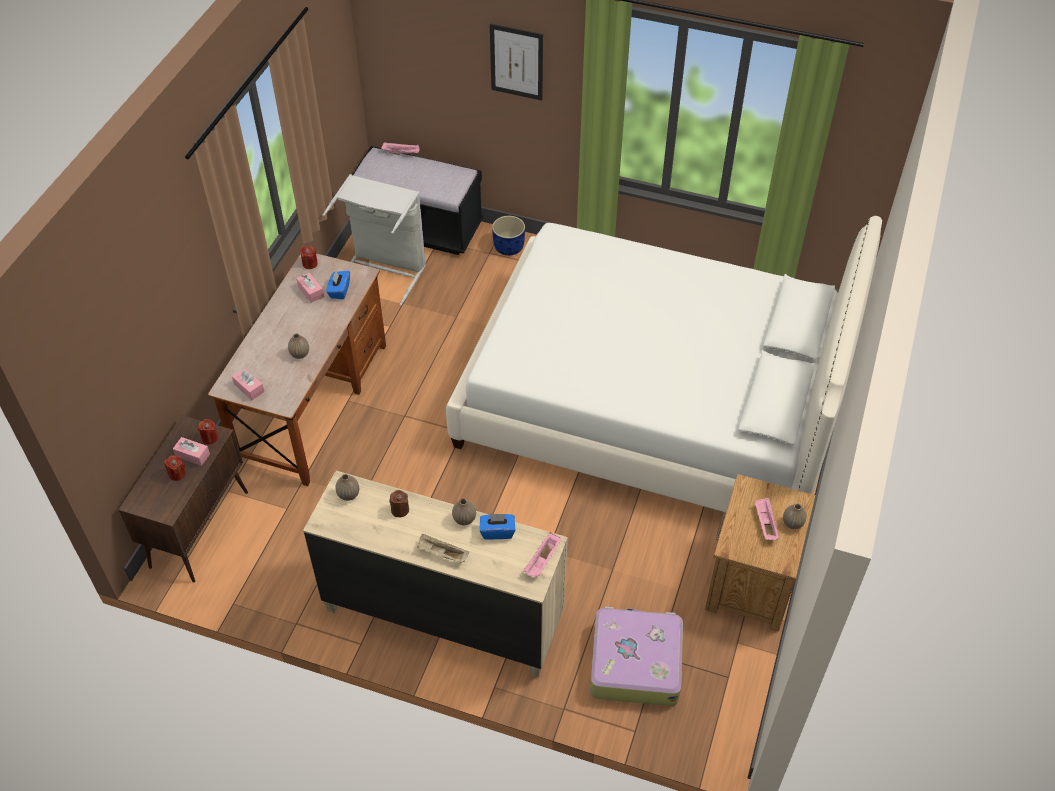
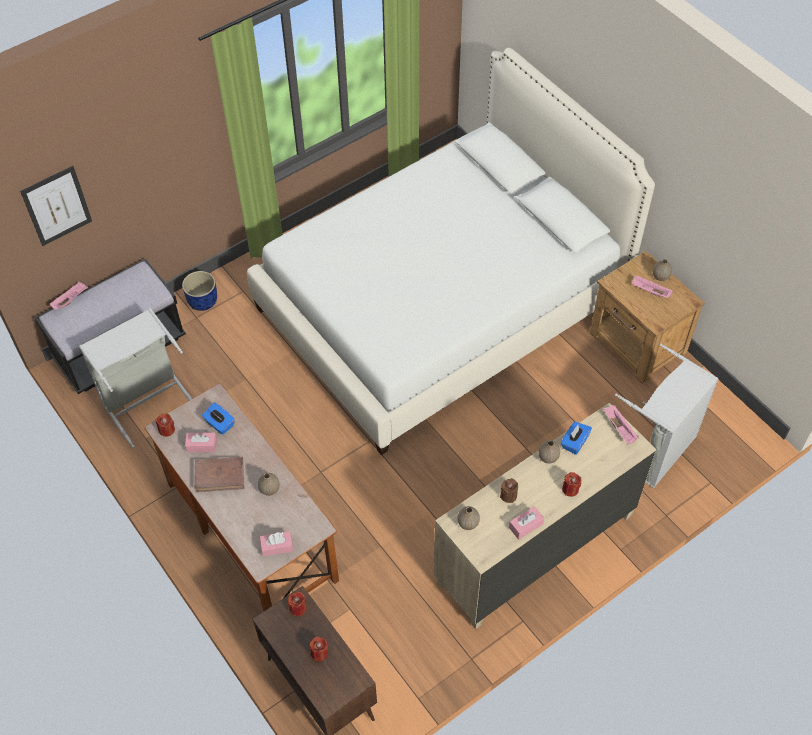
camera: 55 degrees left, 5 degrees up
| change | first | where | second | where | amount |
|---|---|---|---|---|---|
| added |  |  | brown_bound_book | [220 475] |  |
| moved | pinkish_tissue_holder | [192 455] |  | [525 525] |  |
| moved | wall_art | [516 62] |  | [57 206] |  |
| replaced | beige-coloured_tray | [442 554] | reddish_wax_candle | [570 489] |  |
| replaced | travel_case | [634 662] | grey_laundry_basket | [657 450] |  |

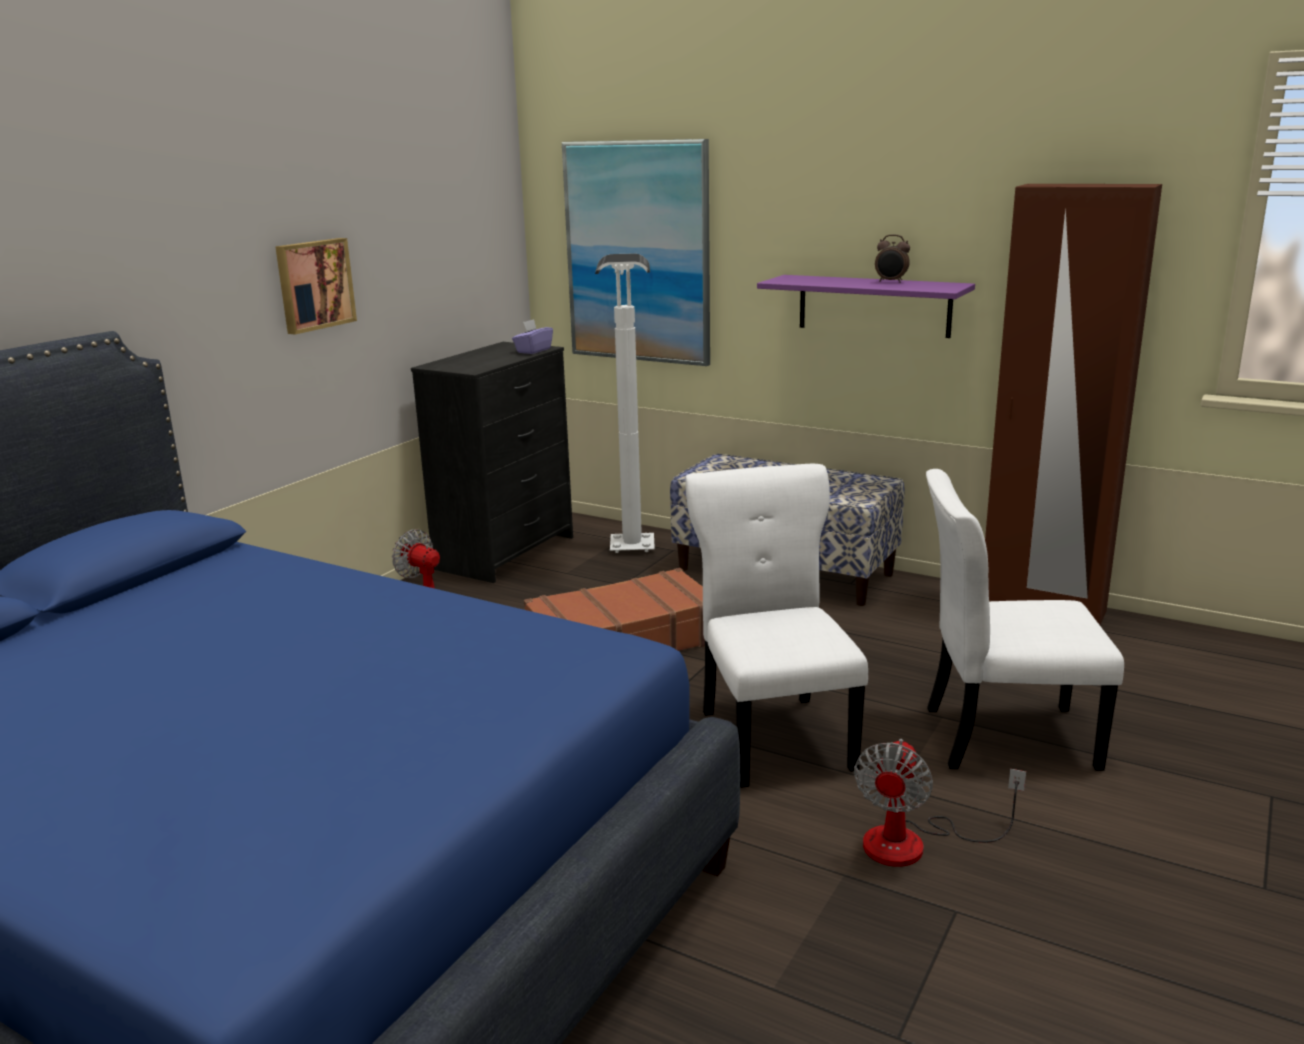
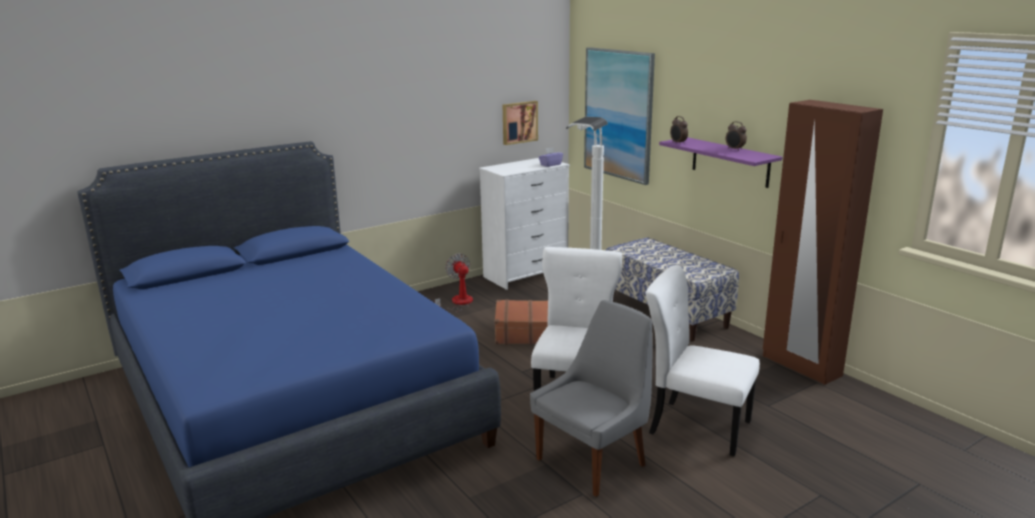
camera: 25 degrees right, 0 degrees up
| change | first | where | second | where | amount |
|---|---|---|---|---|---|
| added |  |  | alarm_clock | [678 143] |  |
| moved | wall_art | [314 285] |  | [519 122] |  |
| replaced | fan | [914 843] | grey_upright_chair | [593 460] |  |
| recoloured | black-coloured_chest_of_drawers | [506 553] | white_chest_of_drawers | [526 275] |  |

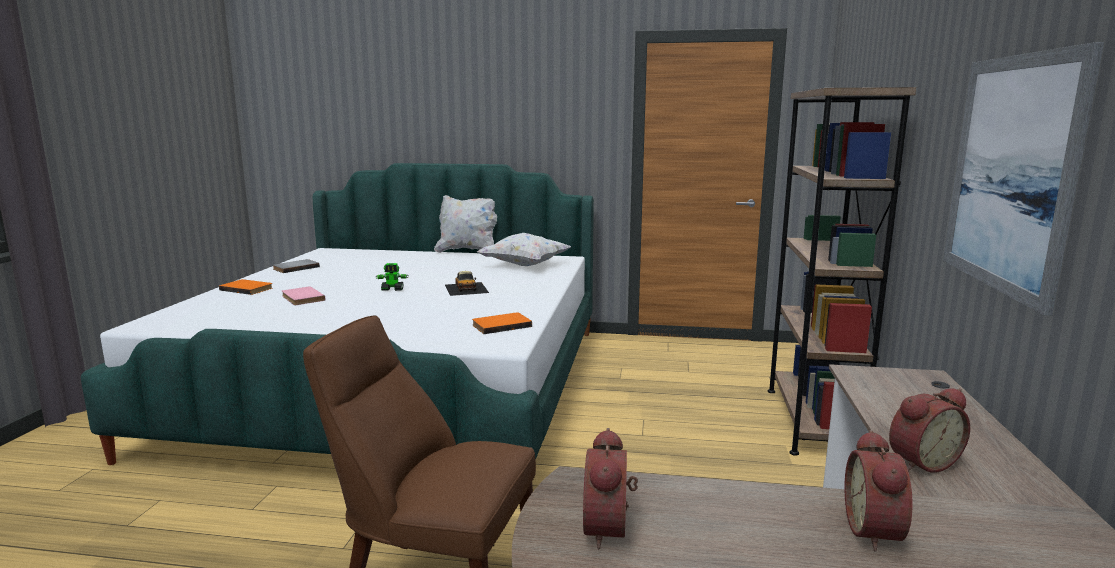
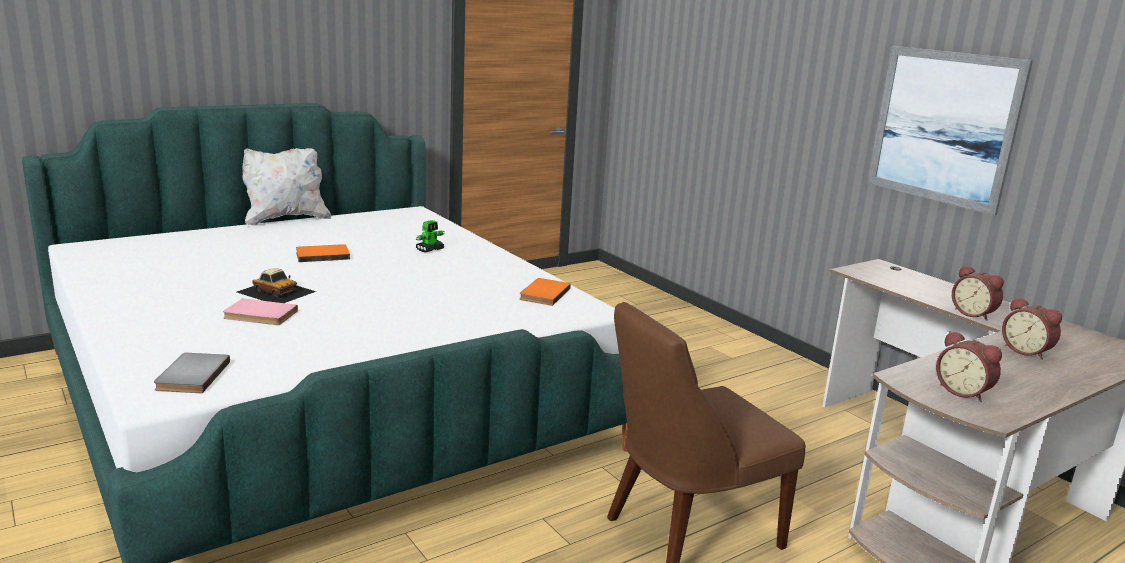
camera: 45 degrees left, 5 degrees up
| change | first | where | second | where | amount |
|---|---|---|---|---|---|
| removed | white_cushion | [524 265] |  |  |  |
| removed | brown_bookshelf | [811 421] |  |  |  |
| moved | orange_bound_book | [248 289] |  | [322 255] |  |
| moved | grey_bound_book | [295 268] |  | [190 376] |  |
| moved | toy_robot | [393 289] |  | [430 249] |  |
| moved | model_car | [466 288] |  | [276 291] |  |
| turned | alarm_clock | [920 462] |  | [973 314] | 120 degrees clockwise |

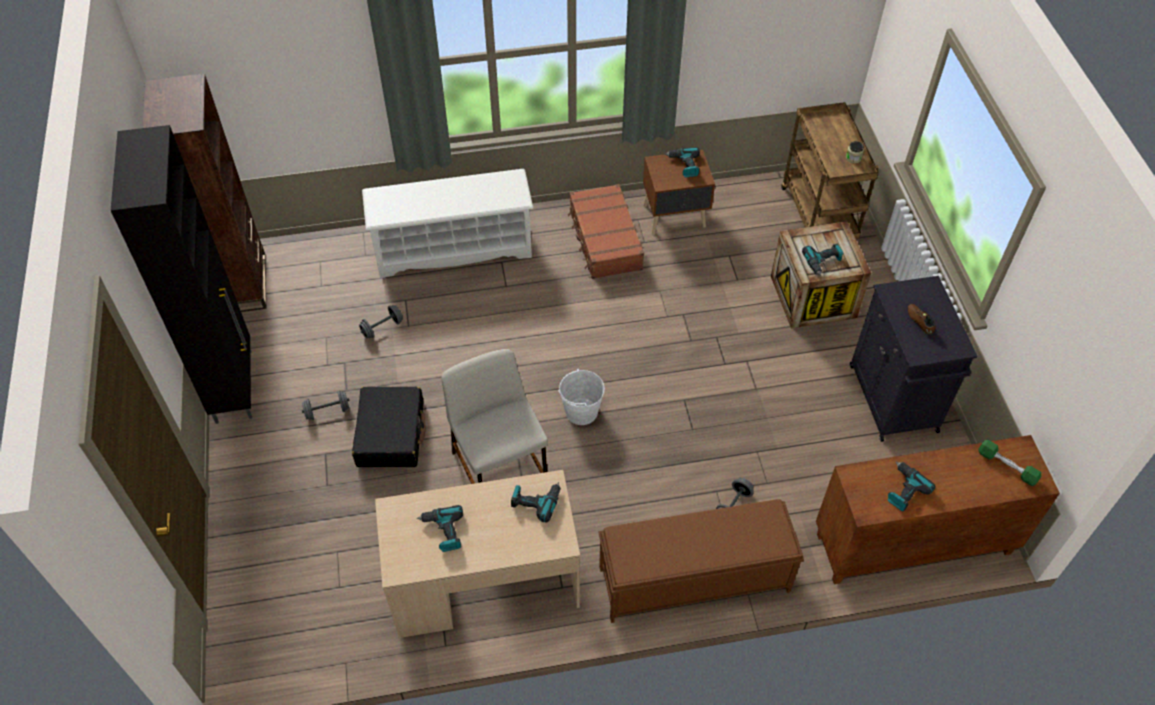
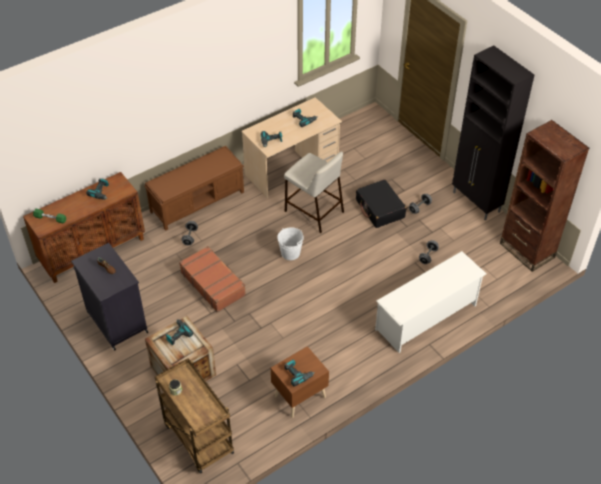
camera: 155 degrees right, 5 degrees down
| change | first | where | second | where | amount |
|---|---|---|---|---|---|
| moved | brown_travel_case | [604 240] |  | [213 283] |  |

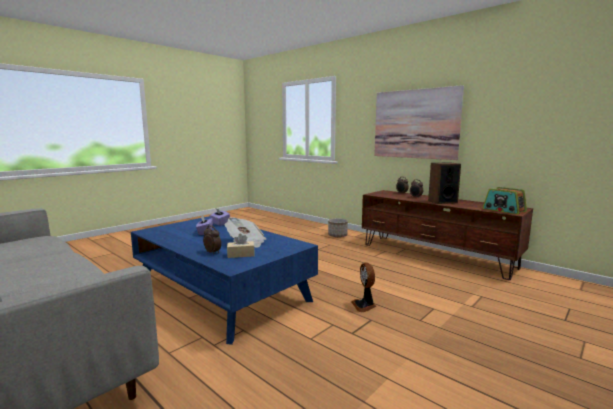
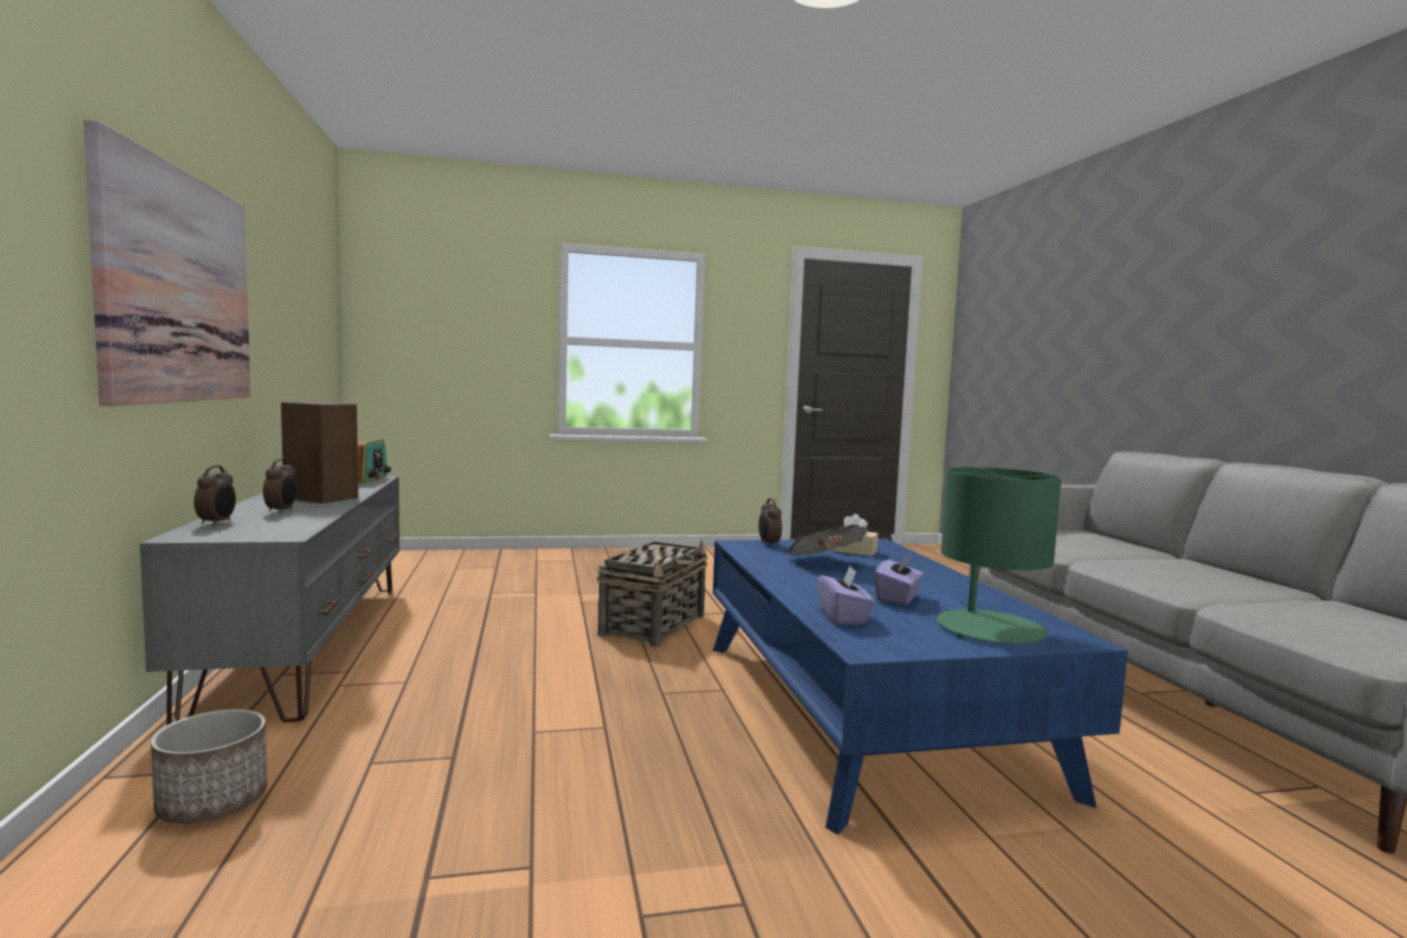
camera: 145 degrees left, 5 degrees down
| change | first | where | second | where | amount |
|---|---|---|---|---|---|
| added |  |  | greenish_table_lamp | [989 629] |  |
| moved | alarm_clock | [213 252] |  | [768 544] |  |
| replaced | fan | [364 305] | basket | [654 625] |  |
| recoloured | brown_tv_stand | [435 255] | grey_tv_stand | [308 642] |  |

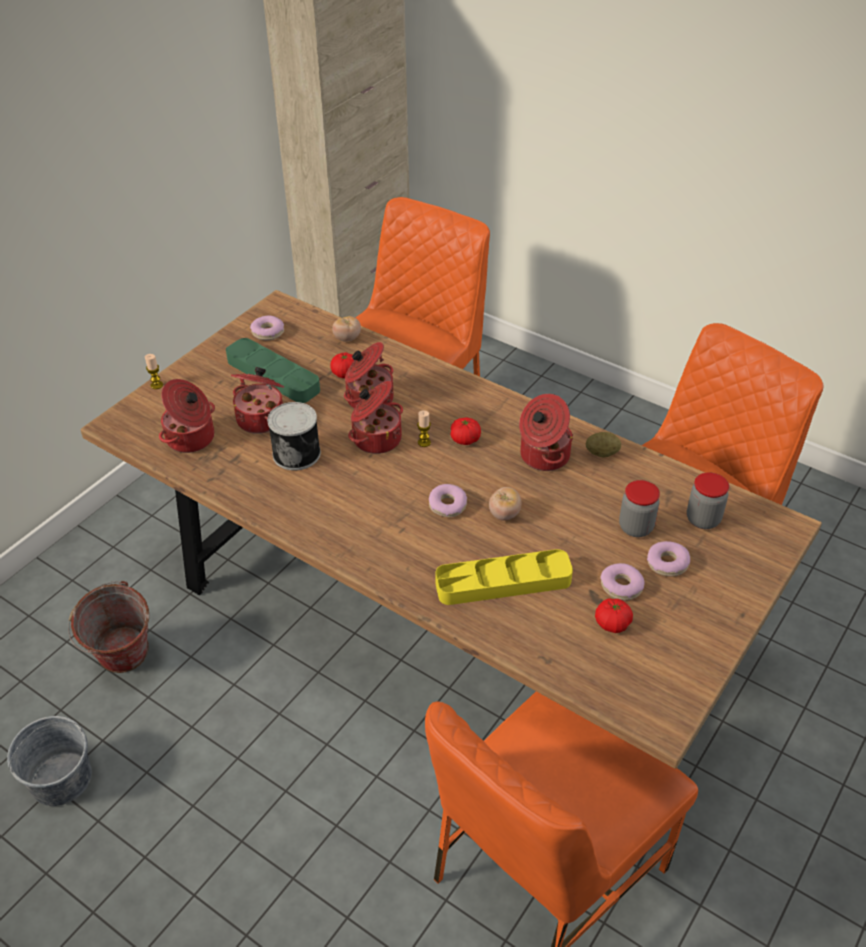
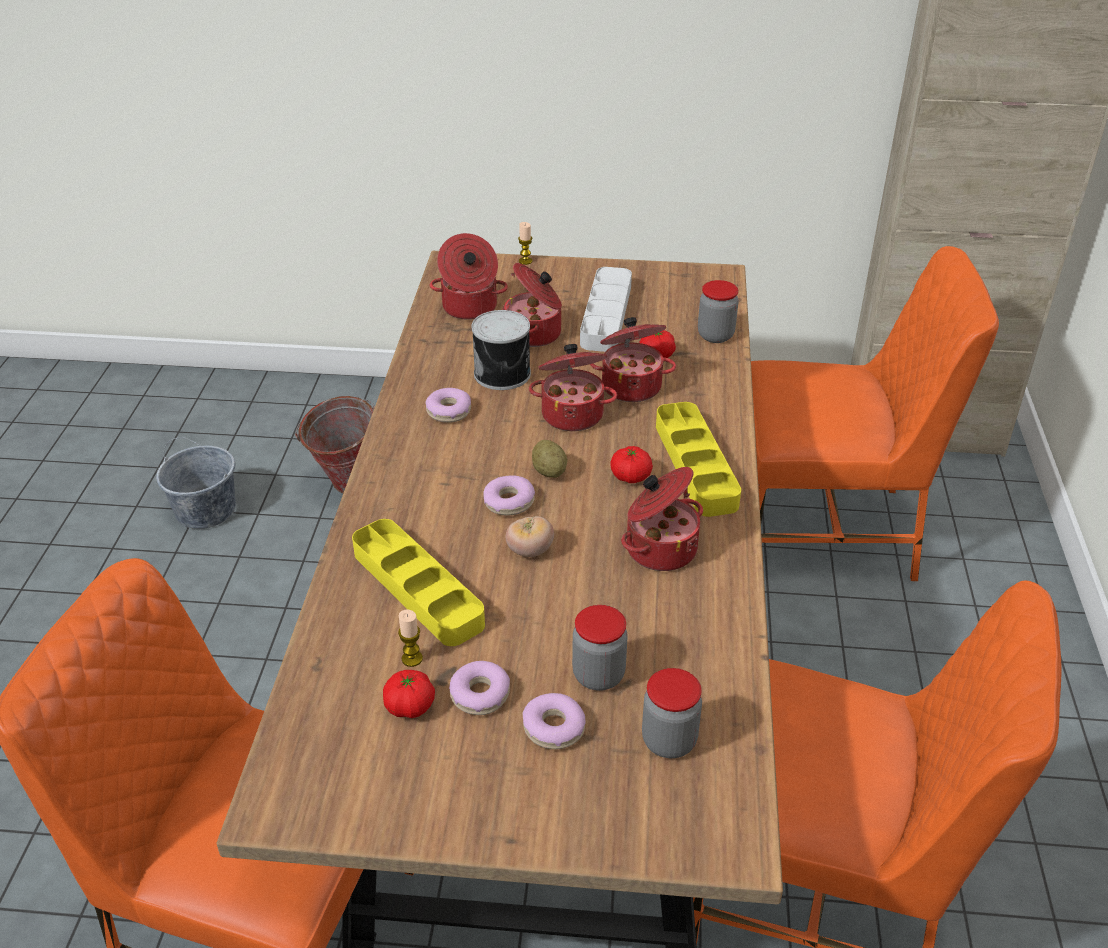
camera: 60 degrees right, 5 degrees down
| change | first | where | second | where | amount |
|---|---|---|---|---|---|
| added |  |  | yellowish_tray | [695 464] |  |
| moved | ring_doughnut | [268 332] |  | [449 411] |  |
| moved | wax_candle | [424 442] |  | [412 659] |  |
| moved | spud | [602 453] |  | [549 471] |  |
| replaced | whole_tomato | [347 338] | preserve_jar | [715 335] |  |
| recoloured | greenish_tray | [273 375] | grey_tray | [606 315] |  |

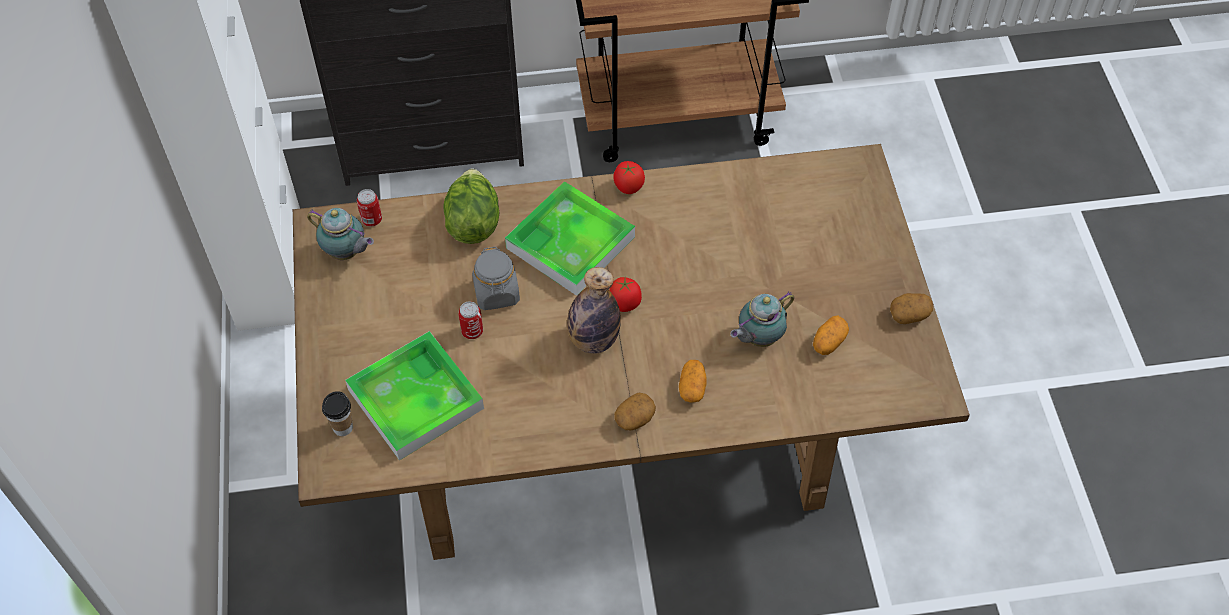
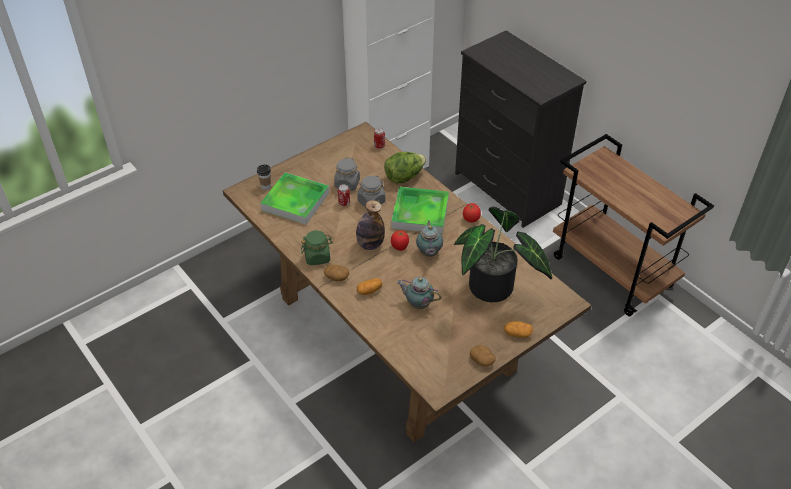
camera: 60 degrees right, 10 degrees down
| change | first | where | second | where | amount |
|---|---|---|---|---|---|
| added |  |  | greenish_preserve_jar | [317 257] |  |
| added |  |  | grey_preserve_jar | [347 184] |  |
| added |  |  | plant_in_a_pot | [494 290] |  |
| moved | pot_for_tea | [346 253] |  | [429 254] |  |
| moved | spud | [828 342] |  | [517 334] |  |

